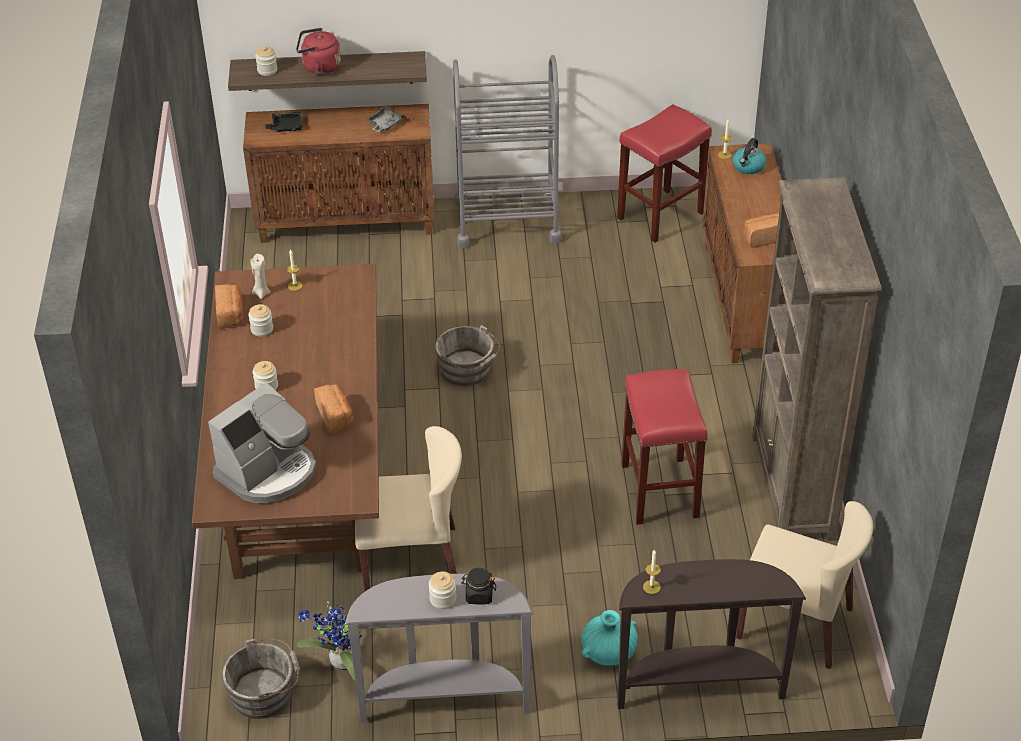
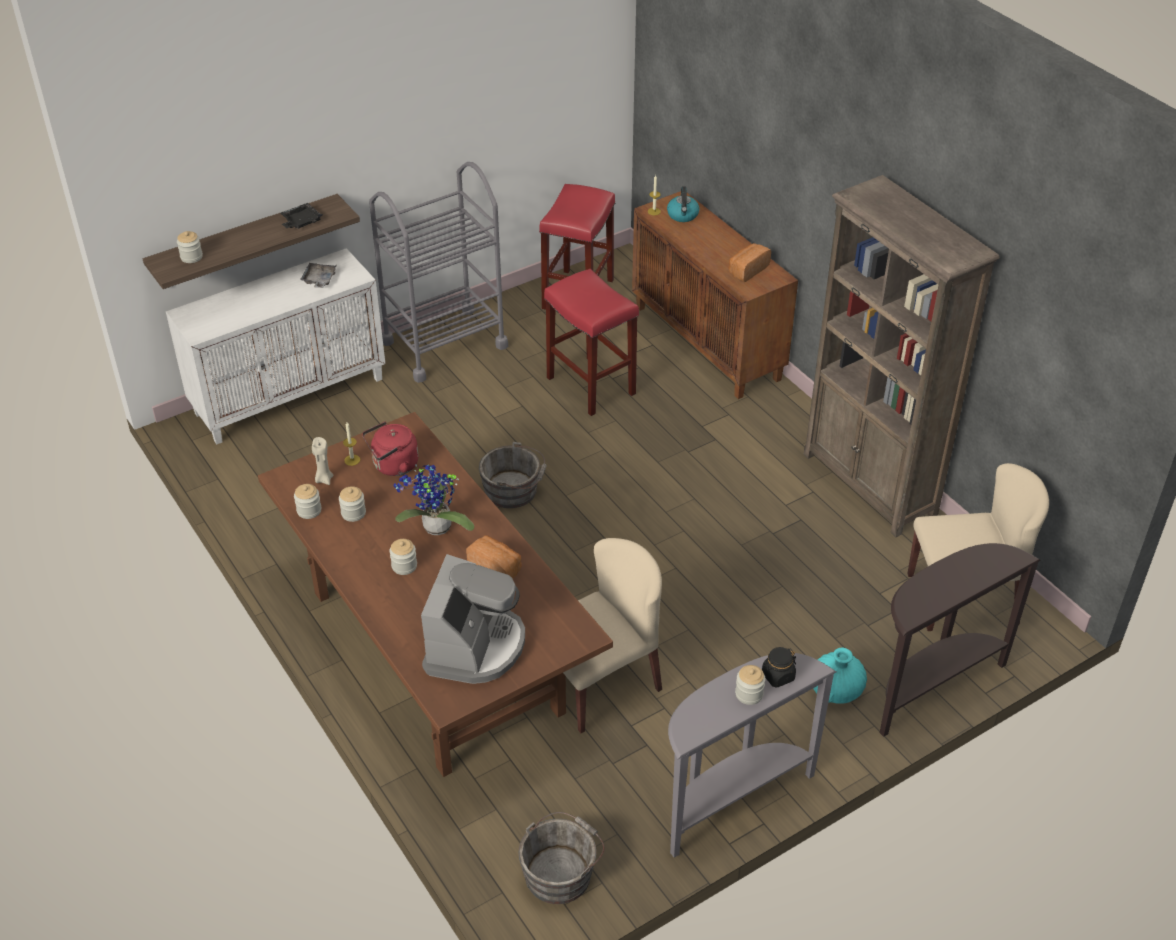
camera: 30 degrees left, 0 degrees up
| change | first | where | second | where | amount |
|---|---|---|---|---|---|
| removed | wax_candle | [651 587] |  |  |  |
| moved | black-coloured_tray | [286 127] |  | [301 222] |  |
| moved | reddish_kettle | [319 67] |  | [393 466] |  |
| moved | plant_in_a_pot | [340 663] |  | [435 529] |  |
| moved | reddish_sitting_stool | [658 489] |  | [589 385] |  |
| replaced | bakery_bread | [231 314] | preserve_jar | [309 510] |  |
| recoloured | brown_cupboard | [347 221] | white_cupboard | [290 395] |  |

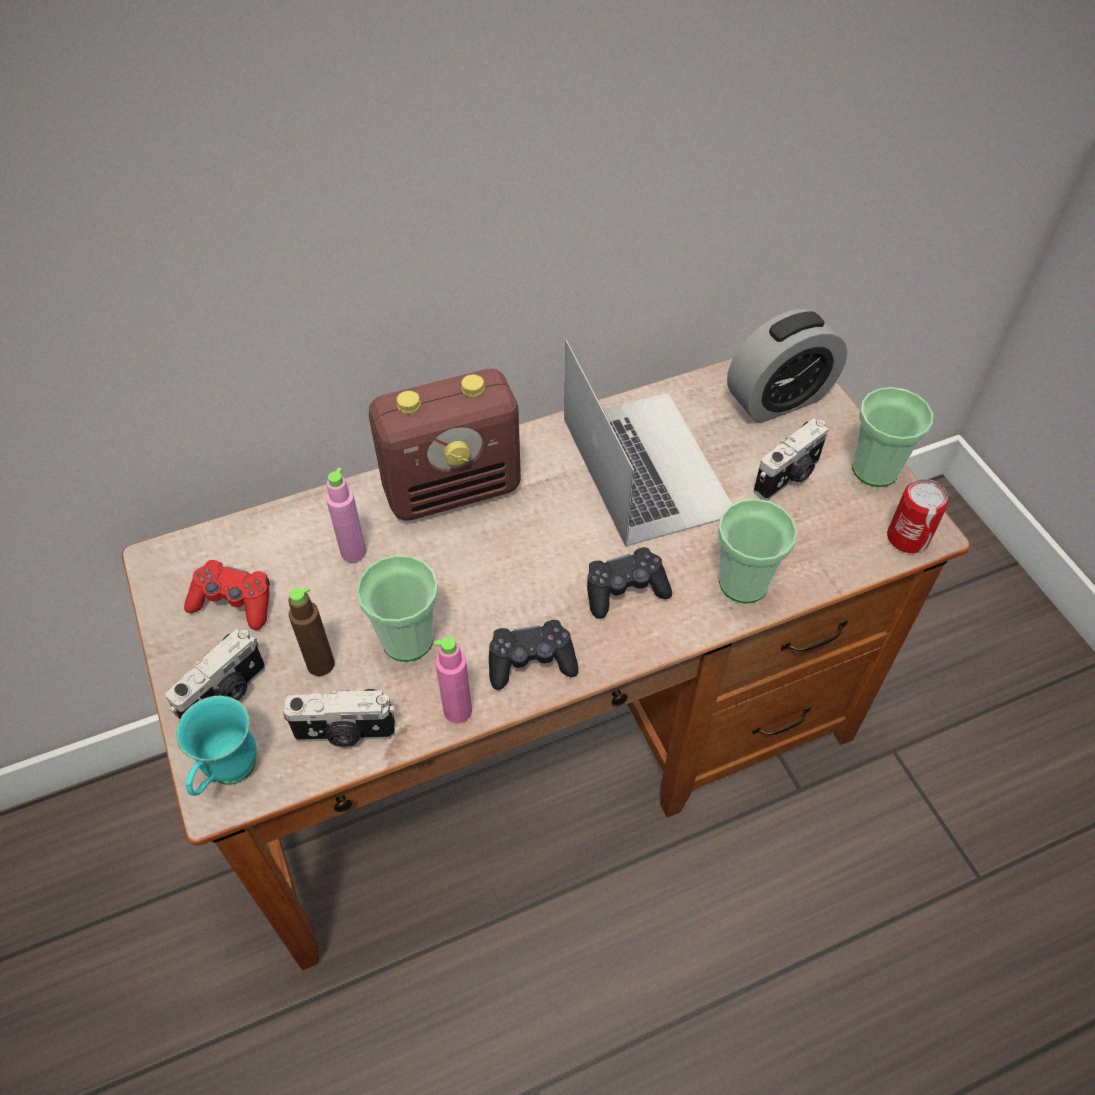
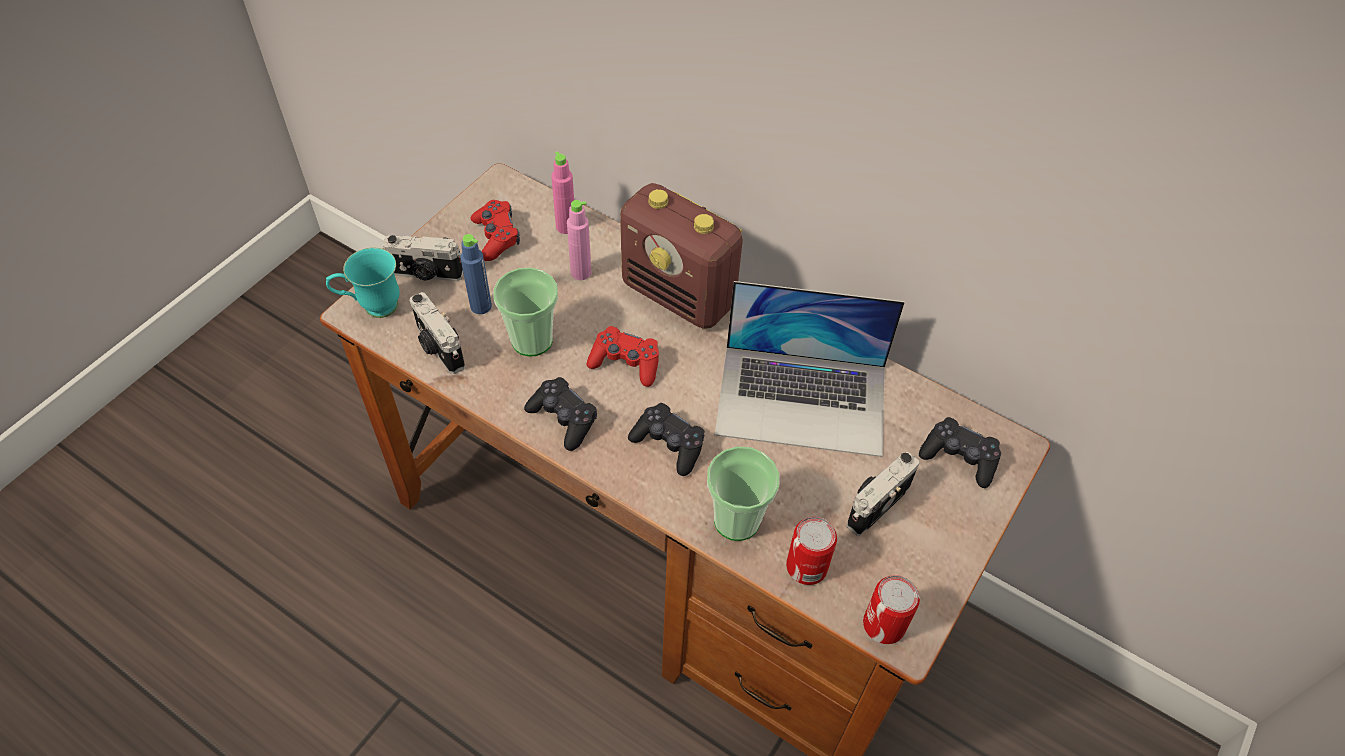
camera: 55 degrees right, 0 degrees up
| change | first | where | second | where | amount |
|---|---|---|---|---|---|
| removed | drinking_cup | [875 470] |  |  |  |
| added |  |  | reddish_game_controller | [625 363] |  |
| added |  |  | metal_can | [806 567] |  |
| moved | pinkish_drink_bottle | [458 711] |  | [566 227] |  |
| replaced | alarm_clock | [778 399] | black-coloured_game_controller | [959 458] |  |
| recoloured | brown_drink_bottle | [320 664] | blue_drink_bottle | [481 306] |  |
| turned | portable_computer | [646 465] |  | [802 399] | 60 degrees clockwise |
| turned | photo_camera | [788 477] |  | [875 504] | 120 degrees clockwise |

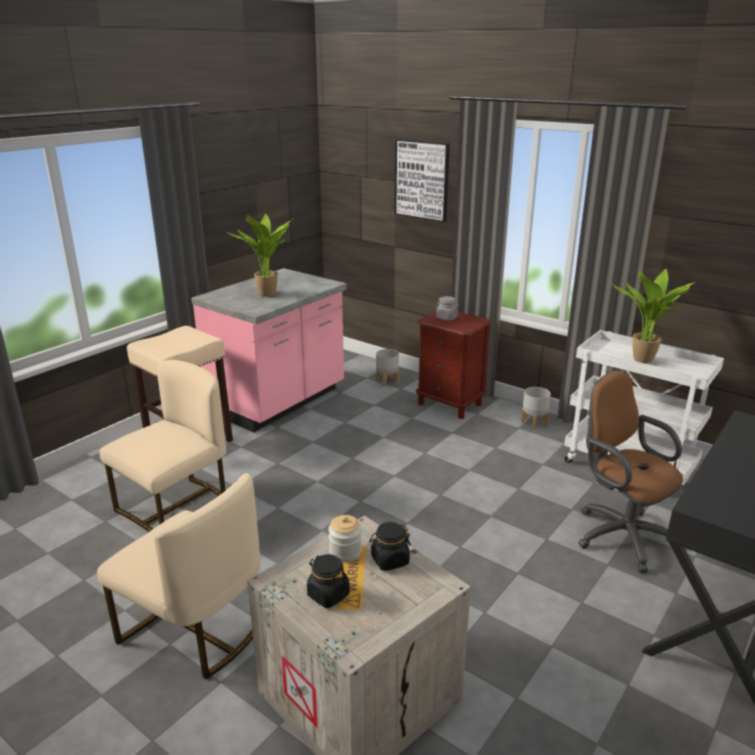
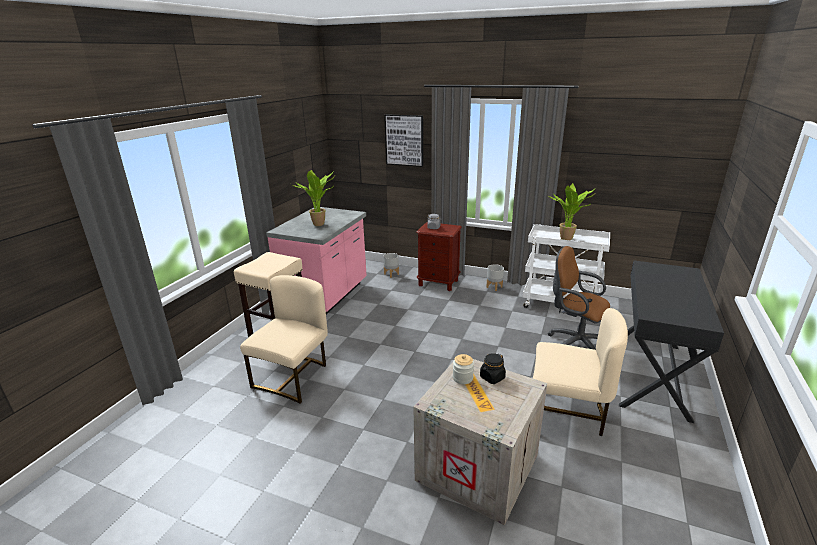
camera: 15 degrees left, 0 degrees up
| change | first | where | second | where | amount |
|---|---|---|---|---|---|
| removed | black-coloured_preserve_jar | [328 595] |  |  |  |
| moved | beige-coloured_upright_chair | [194 631] |  | [566 413] |  |

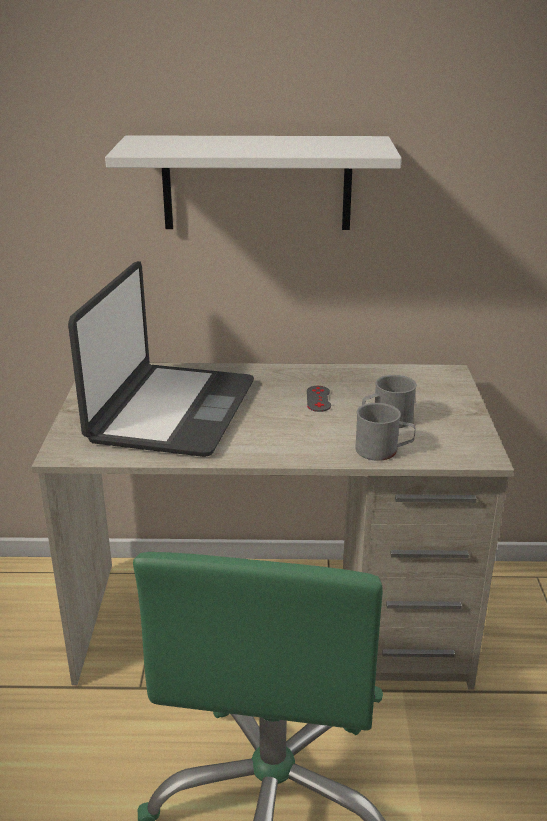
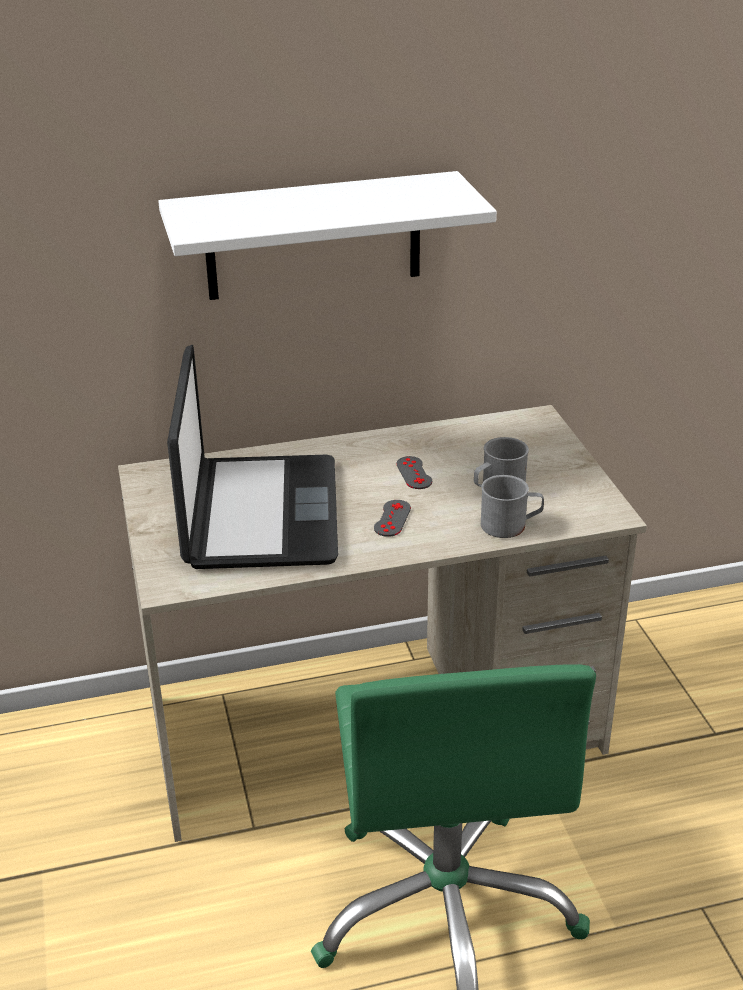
camera: 15 degrees left, 5 degrees up
| change | first | where | second | where | amount |
|---|---|---|---|---|---|
| added |  |  | grey_game_controller | [392 518] |  |

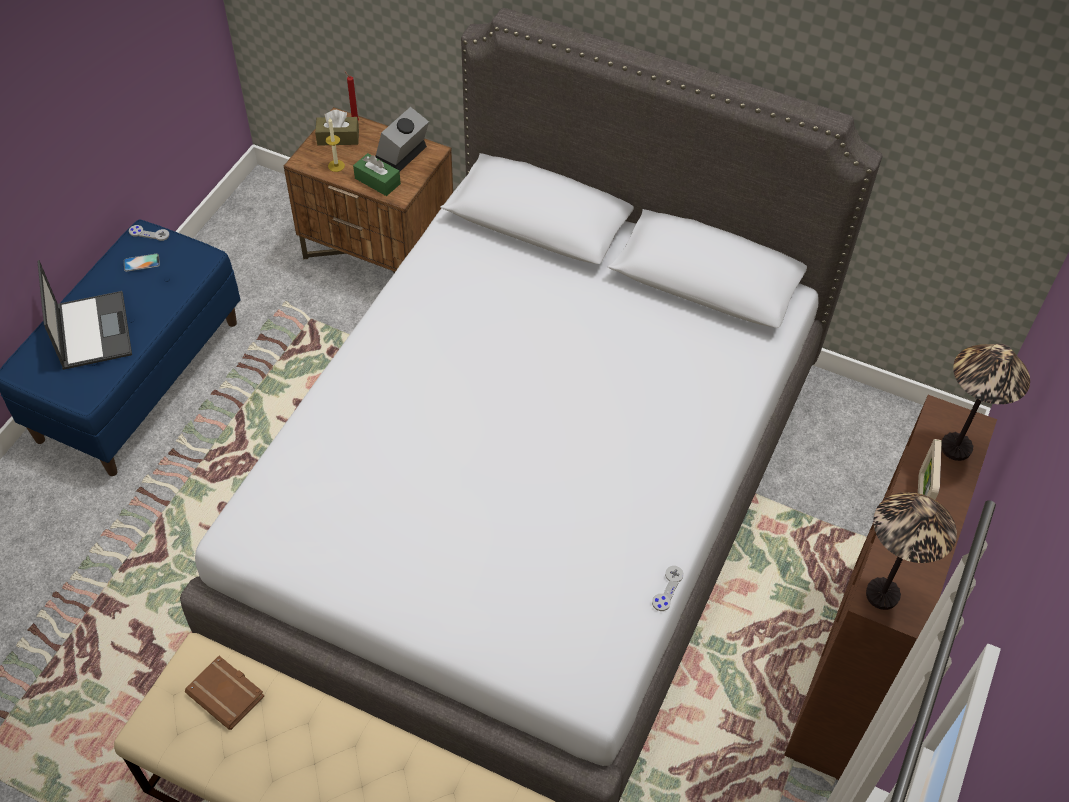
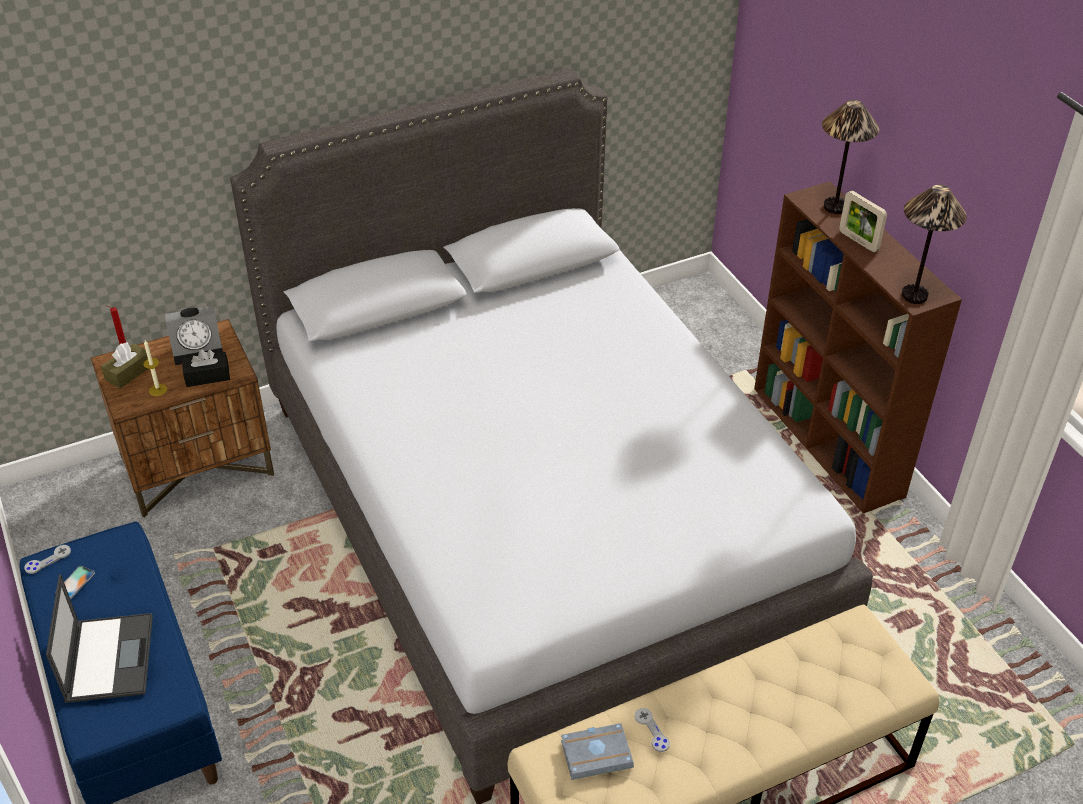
camera: 50 degrees left, 10 degrees down
| change | first | where | second | where | amount |
|---|---|---|---|---|---|
| moved | grey_game_controller | [667 589] |  | [652 730] |  |
| recoloured | brown_bound_book | [228 694] | grey_bound_book | [597 753] |  |
| recoloured | greenish_tissue_holder | [377 181] | black-coloured_tissue_holder | [207 376] |  |
| turned | portable_computer | [92 330] |  | [109 657] | 60 degrees clockwise |
| turned | alarm_clock | [401 155] |  | [199 348] | 90 degrees counterclockwise |

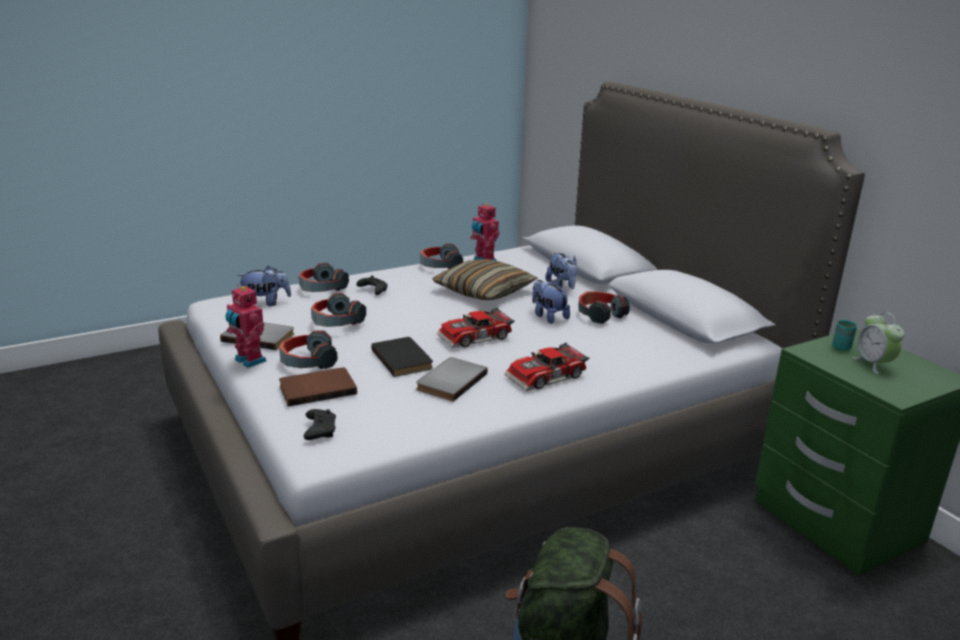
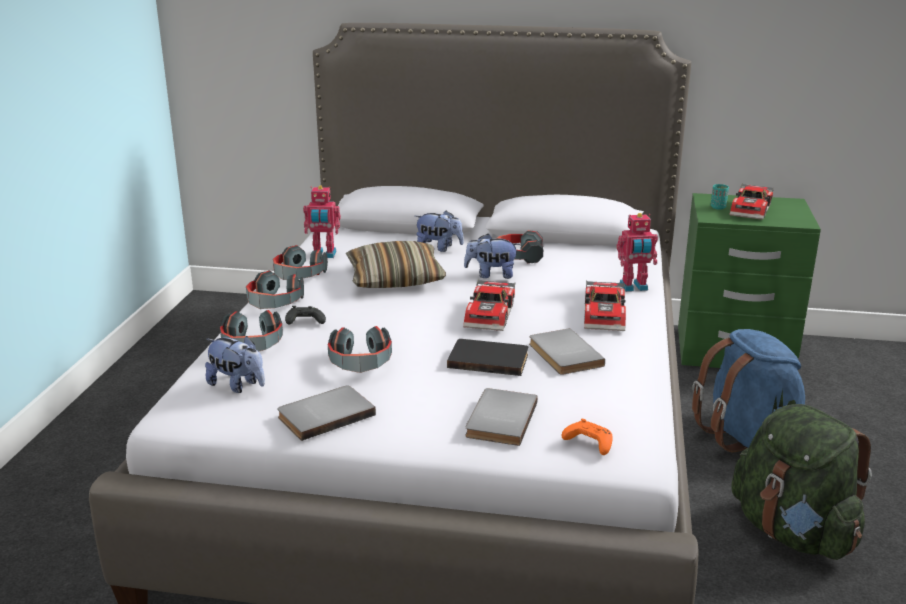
camera: 50 degrees left, 0 degrees up
| change | first | where | second | where | amount |
|---|---|---|---|---|---|
| added |  |  | blue_backpack | [748 438] |  |
| moved | toy_robot | [248 361] |  | [634 287] |  |
| moved | headphones | [307 362] |  | [274 302] |  |
| replaced | alarm_clock | [873 364] | model_car | [752 210] |  |
| recoloured | brown_bound_book | [317 388] | grey_bound_book | [498 419] |  |
| recoloured | black-coloured_game_controller | [320 430] | orange_game_controller | [588 444] |  |
| turned | plush_toy | [266 303] |  | [237 385] | 90 degrees clockwise |

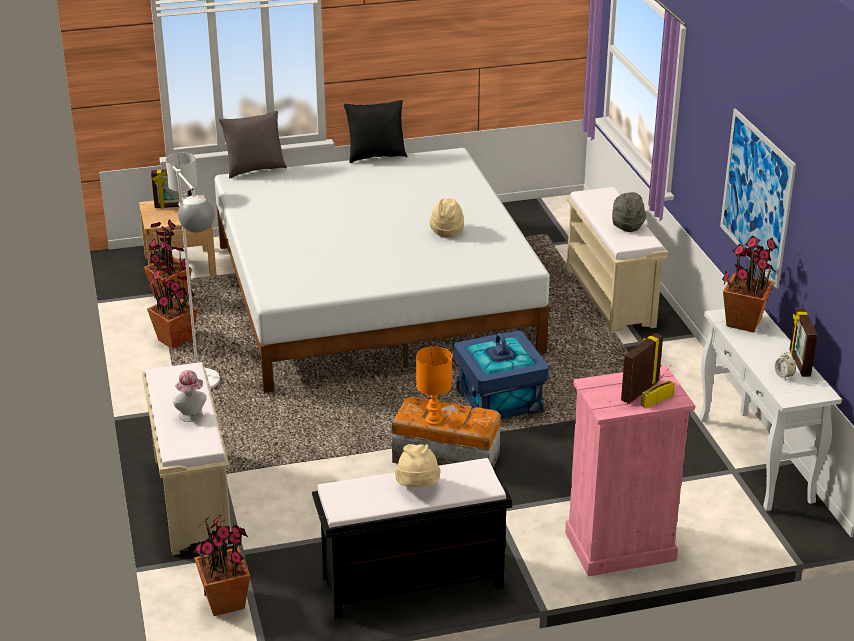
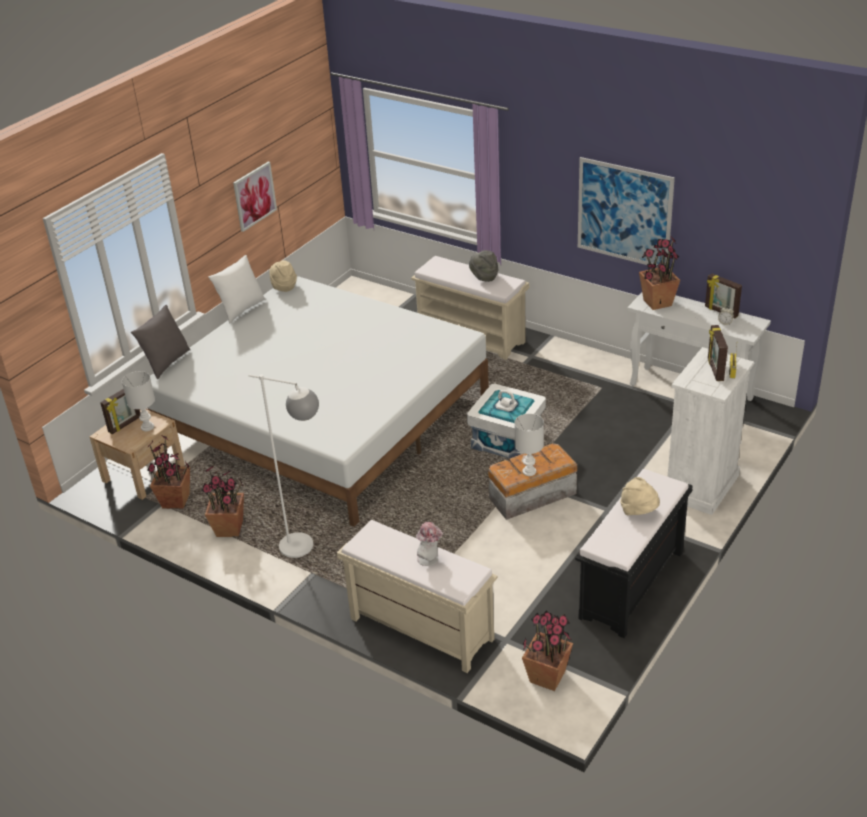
camera: 40 degrees left, 5 degrees up
| change | first | where | second | where | amount |
|---|---|---|---|---|---|
| added |  |  | wall_art | [254 196] |  |
| moved | beige-coloured_wearable_hat | [447 231] |  | [283 286] |  |
| recoloured | black-coloured_cushion | [376 156] | white_cushion | [241 309] |  |
| recoloured | orange_table_lamp | [433 420] | white_table_lamp | [528 472] |  |
| recoloured | blue_storage_box | [500 400] | white_storage_box | [507 440] |  |
| recoloured | pinkish_chest_of_drawers | [619 547] | white_chest_of_drawers | [701 487] |  |

